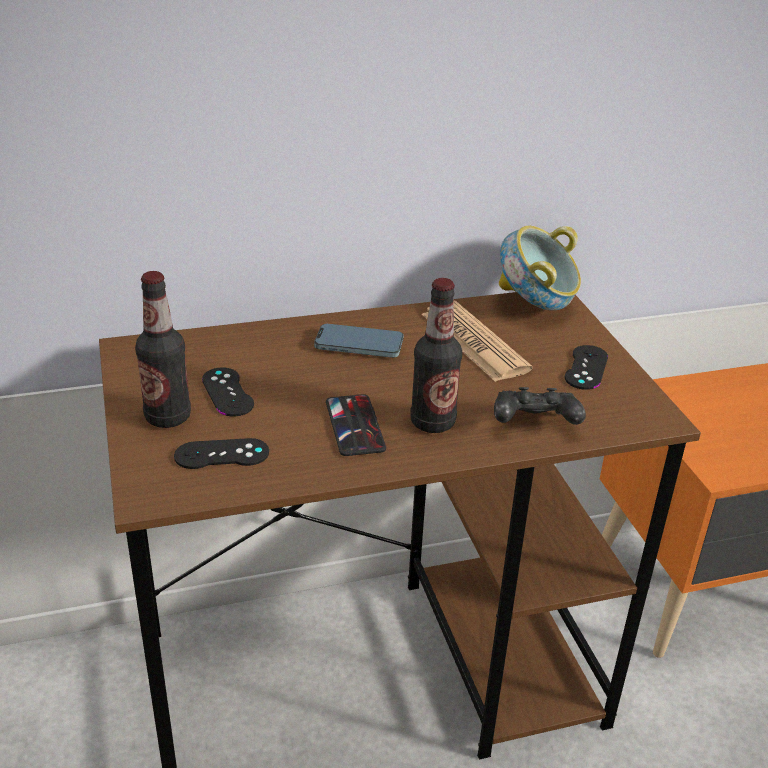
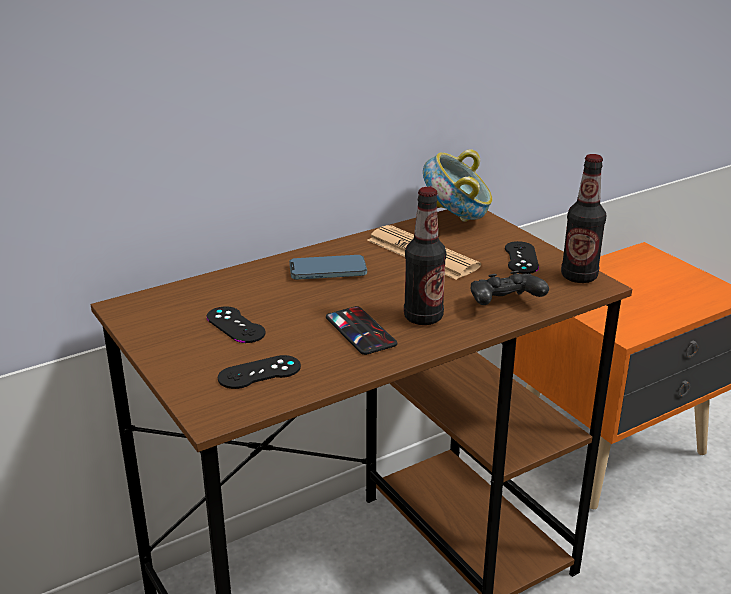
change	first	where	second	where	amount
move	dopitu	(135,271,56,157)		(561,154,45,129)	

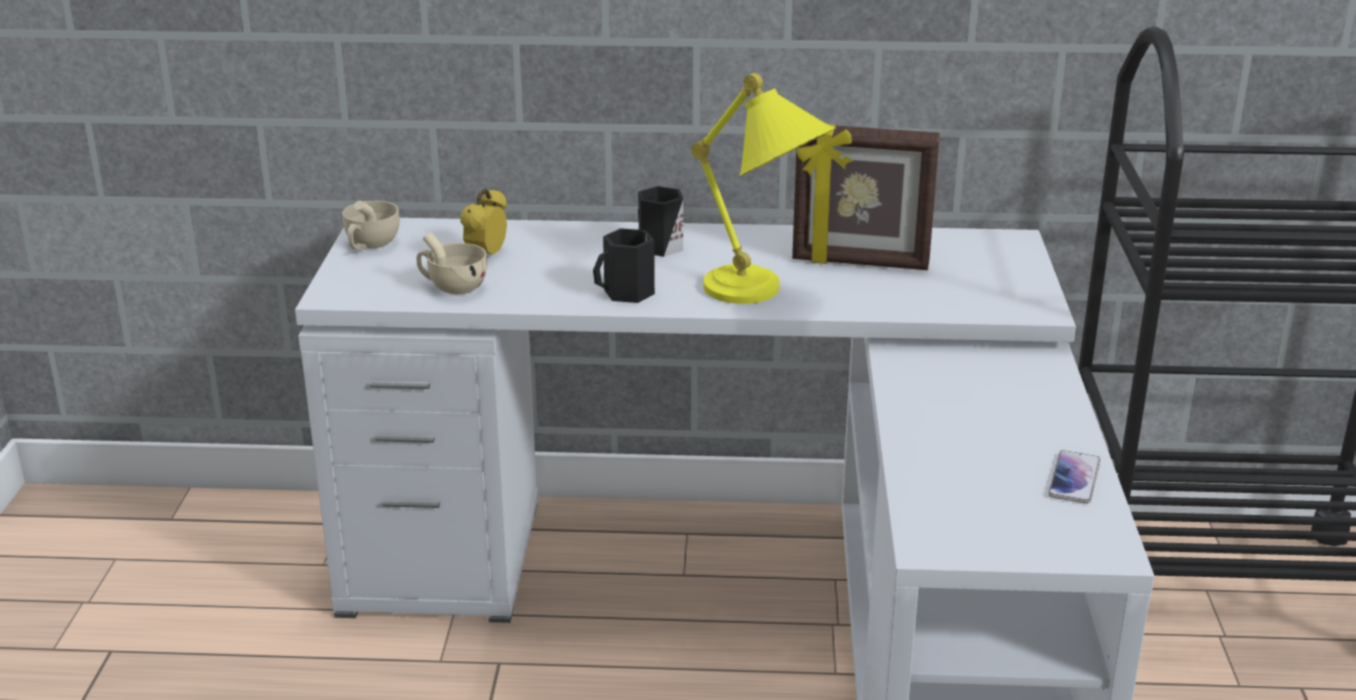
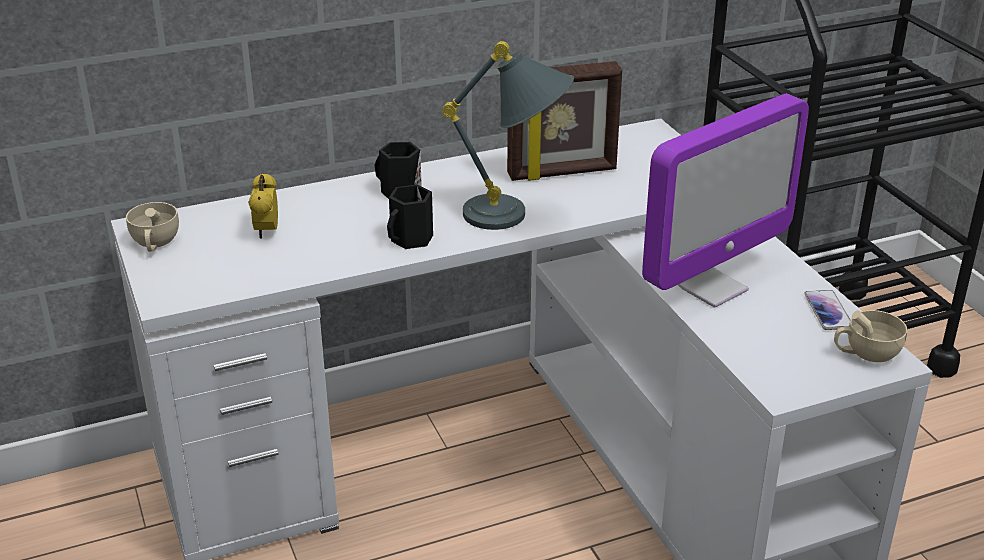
change	first	where	second	where	amount
move	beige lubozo	(417,232,70,62)		(834,310,73,52)	
recolor	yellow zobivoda	(691,73,145,231)	grey zobivoda	(442,41,132,189)	
insert			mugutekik	(642,94,167,214)	

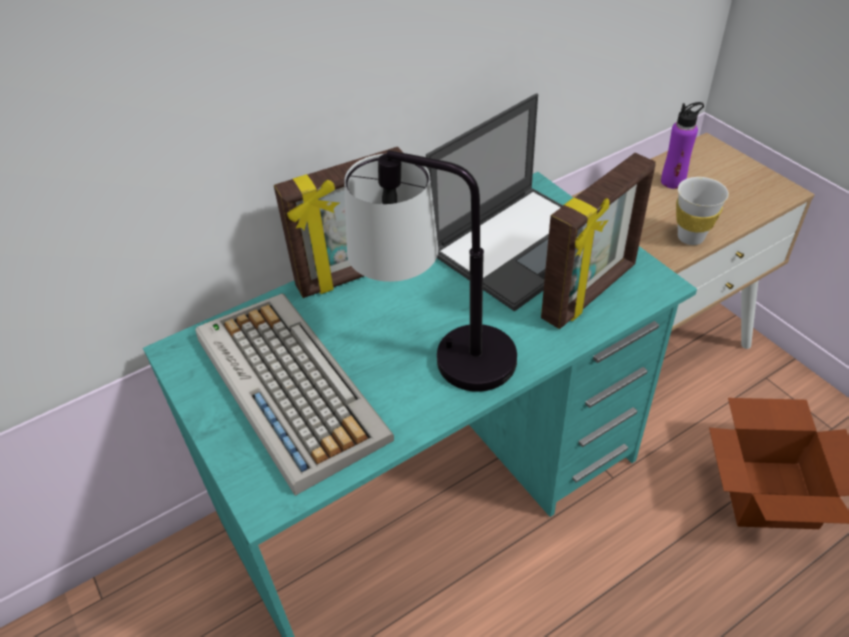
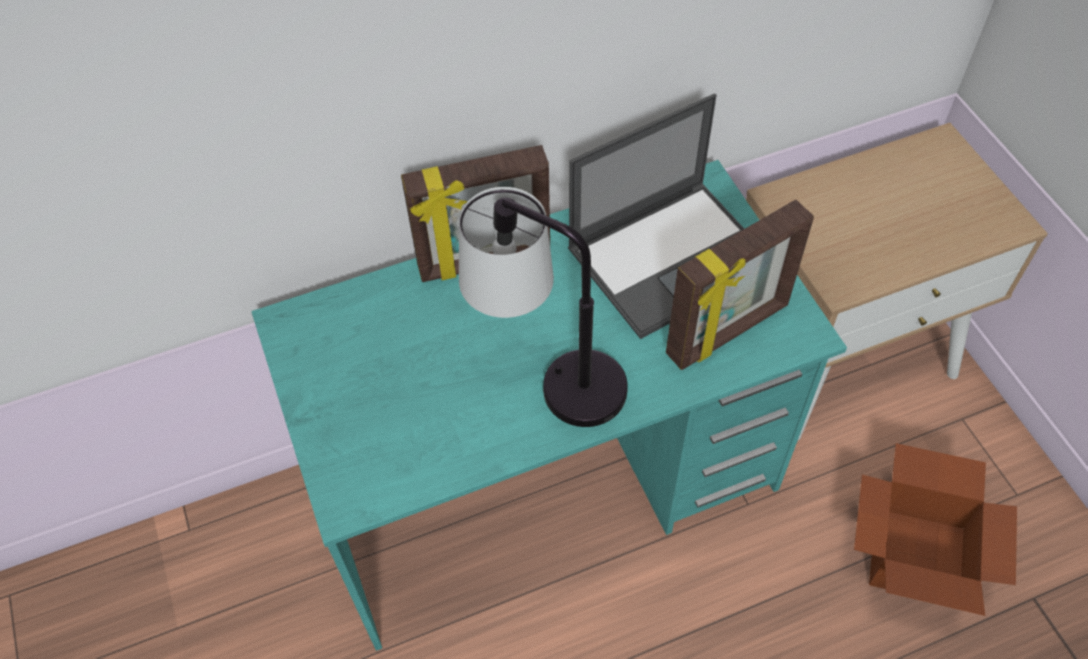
change	first	where	second	where	amount
delete	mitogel	(195,294,199,202)			
delete	purple dopitu	(661,102,43,87)			
delete	white lubozo	(676,177,53,68)			

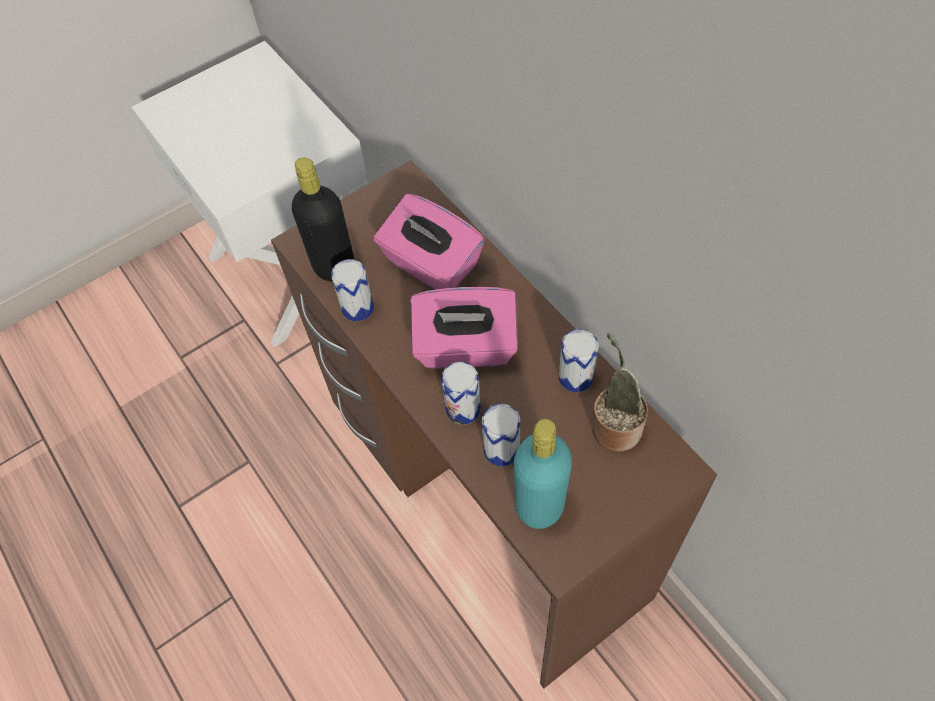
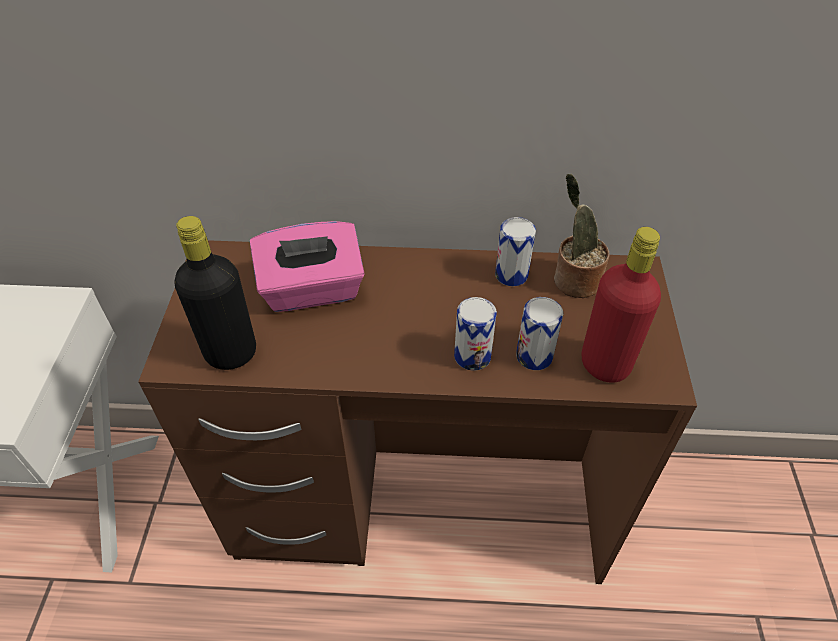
change	first	where	second	where	amount
delete	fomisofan	(331,259,43,62)			
delete	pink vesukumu	(411,287,107,82)			
recolor	turquoise dopitu	(514,419,58,110)	red dopitu	(581,227,80,155)	

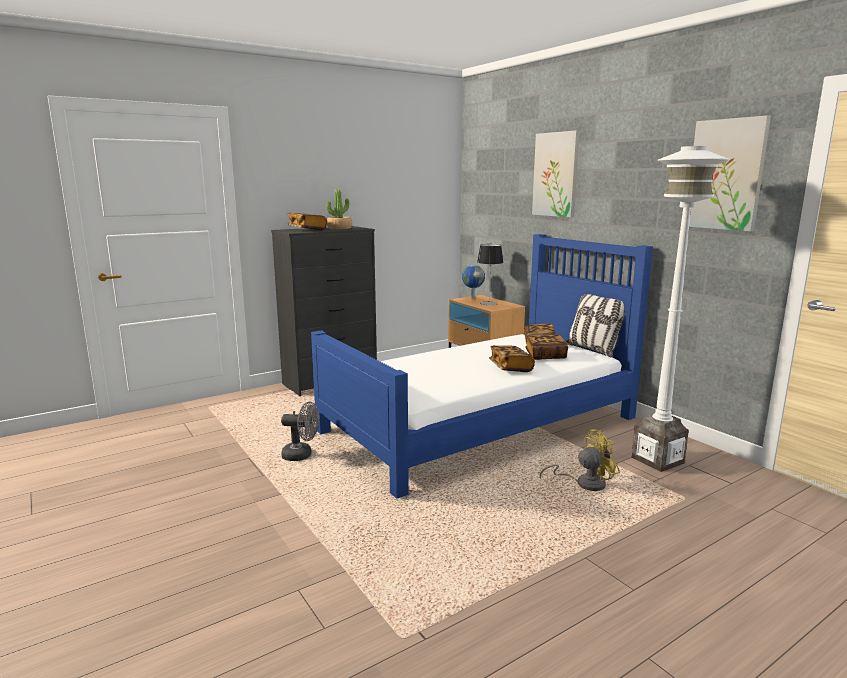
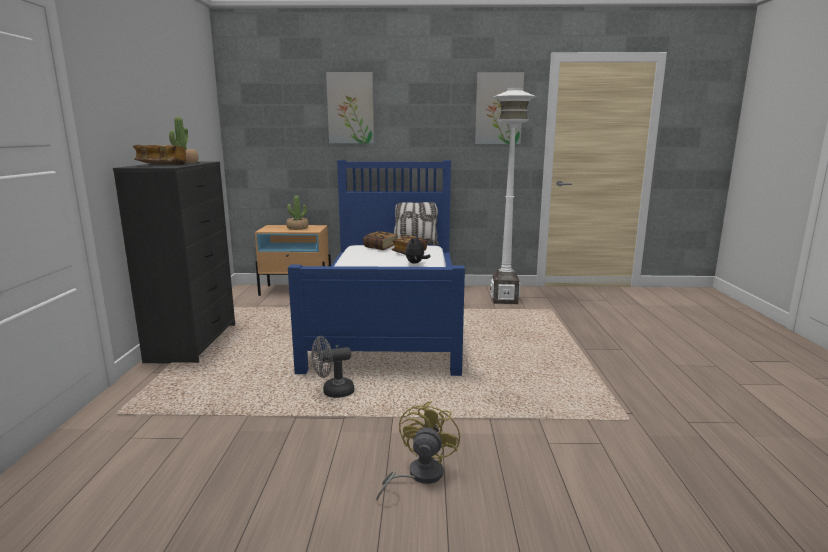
change	first	where	second	where	amount
rotate	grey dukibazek	(281,402,39,59)		(312,336,42,62)	150 degrees counterclockwise
delete	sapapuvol	(462,265,23,34)			
replace	zobivoda	(477,244,26,61)	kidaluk	(286,196,23,34)	
replace	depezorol	(489,345,46,27)	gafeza	(406,236,25,28)	
move	yellow dukibazek	(540,429,80,62)		(376,401,84,101)	

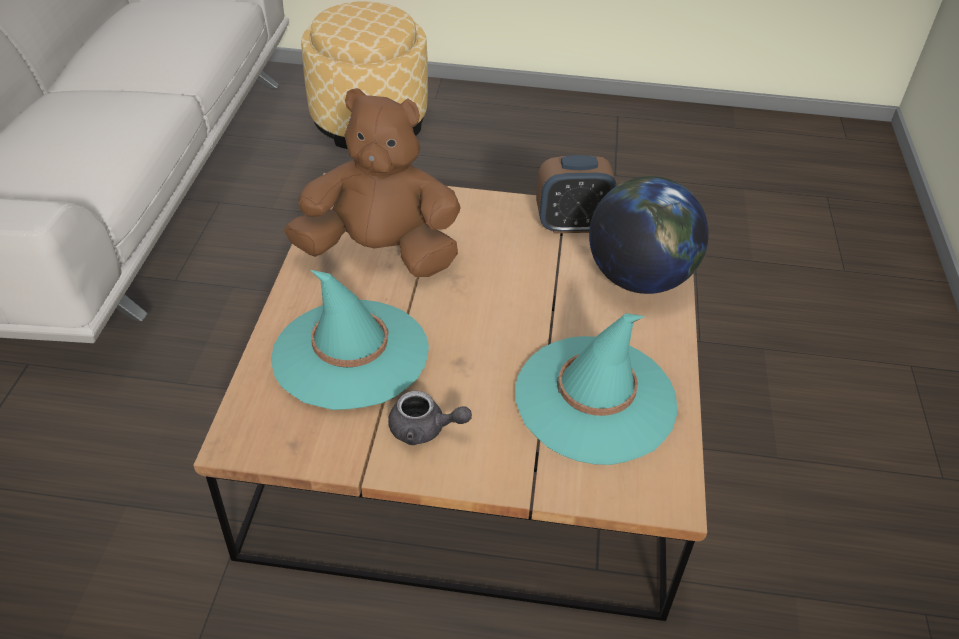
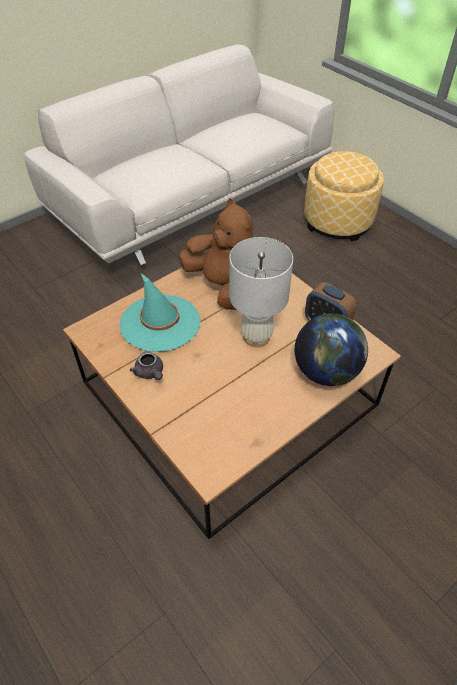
change	first	where	second	where	amount
delete	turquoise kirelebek	(515,313,162,152)			
insert			white zobivoda	(229,237,64,110)	

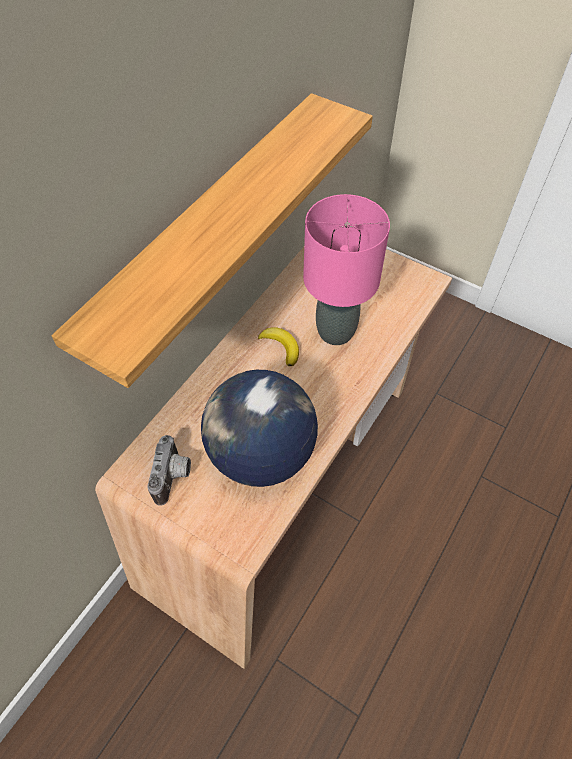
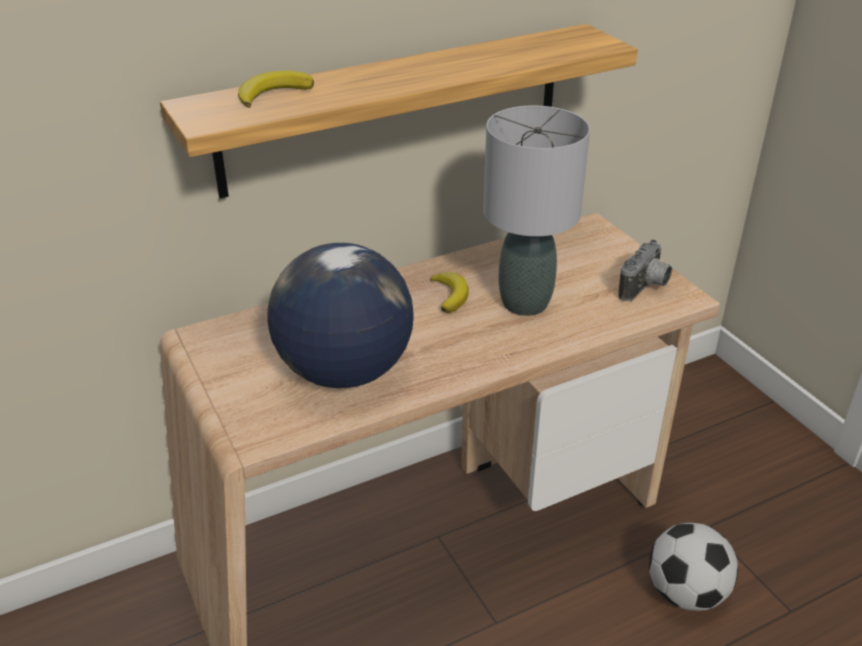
change	first	where	second	where	amount
move	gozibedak	(148,435,43,71)		(618,240,54,61)	
recolor	pink zobivoda	(303,194,87,151)	grey zobivoda	(483,106,107,210)	
insert			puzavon	(238,71,76,37)	
insert			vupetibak	(649,523,89,88)	

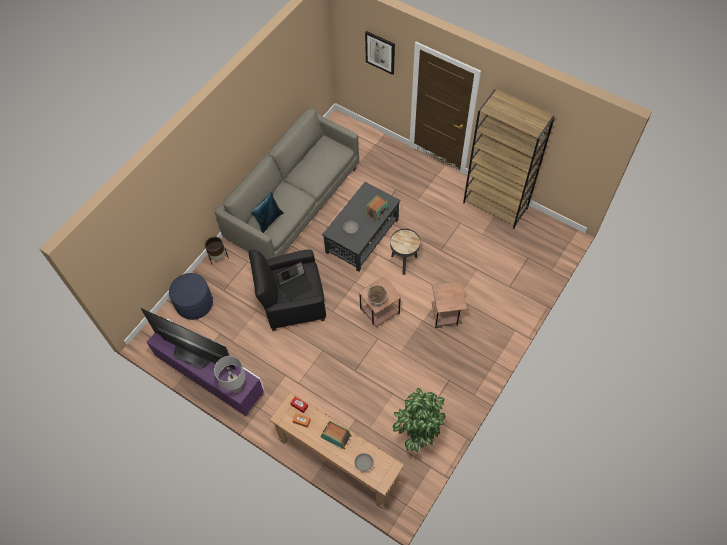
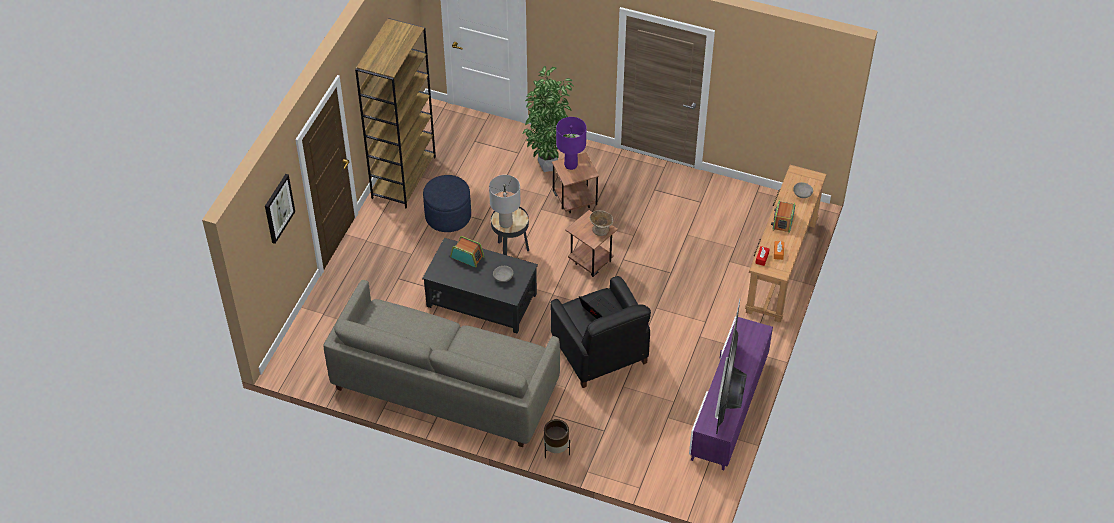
change	first	where	second	where	amount
move	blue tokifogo	(169,273,44,47)		(423,175,48,57)	
move	grey zobivoda	(214,356,32,37)		(489,175,32,53)	
delete	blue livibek	(250,192,33,41)			
move	kidaluk	(392,388,54,64)		(523,66,53,106)	
insert			purple zobivoda	(556,117,30,53)	

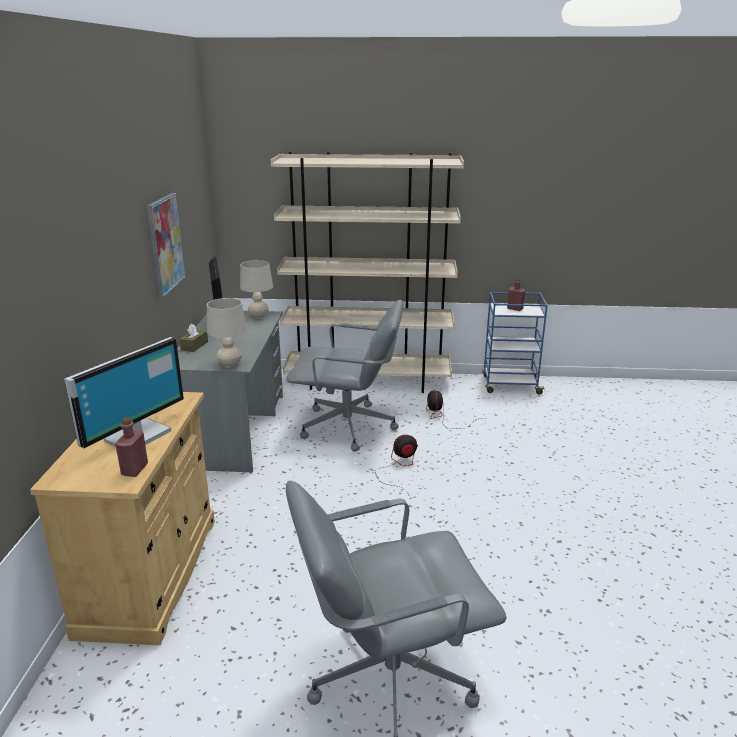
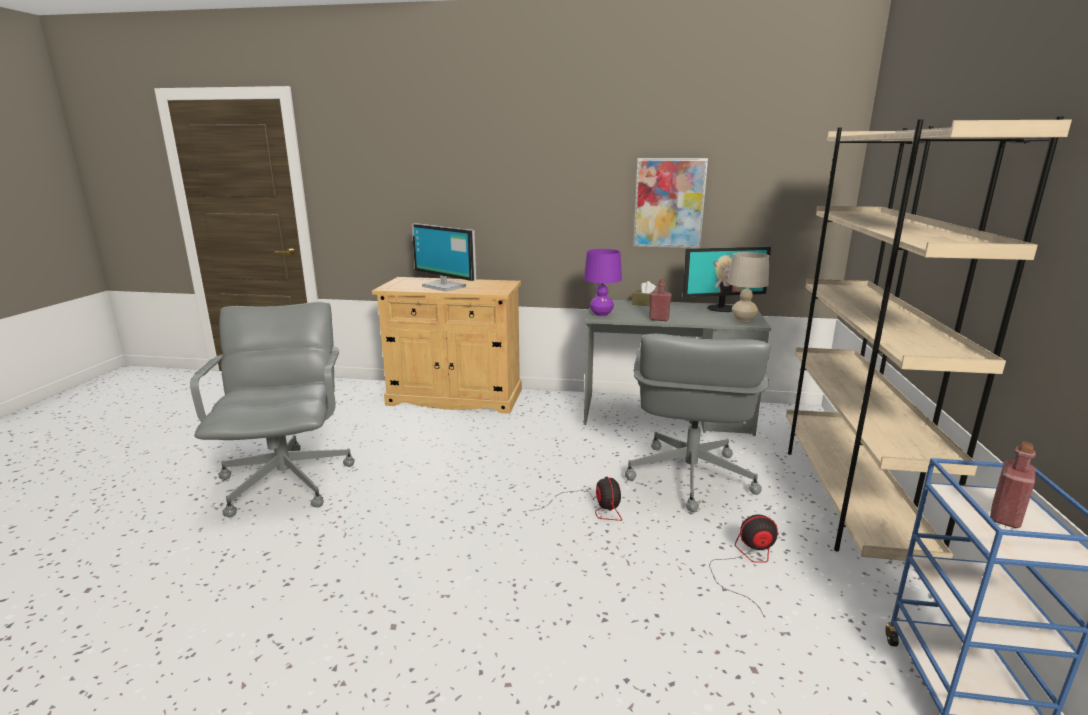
change	first	where	second	where	amount
move	red dopitu	(115,417,33,60)		(649,279,23,42)	
recolor	beige zobivoda	(207,298,40,70)	purple zobivoda	(584,249,38,67)	

